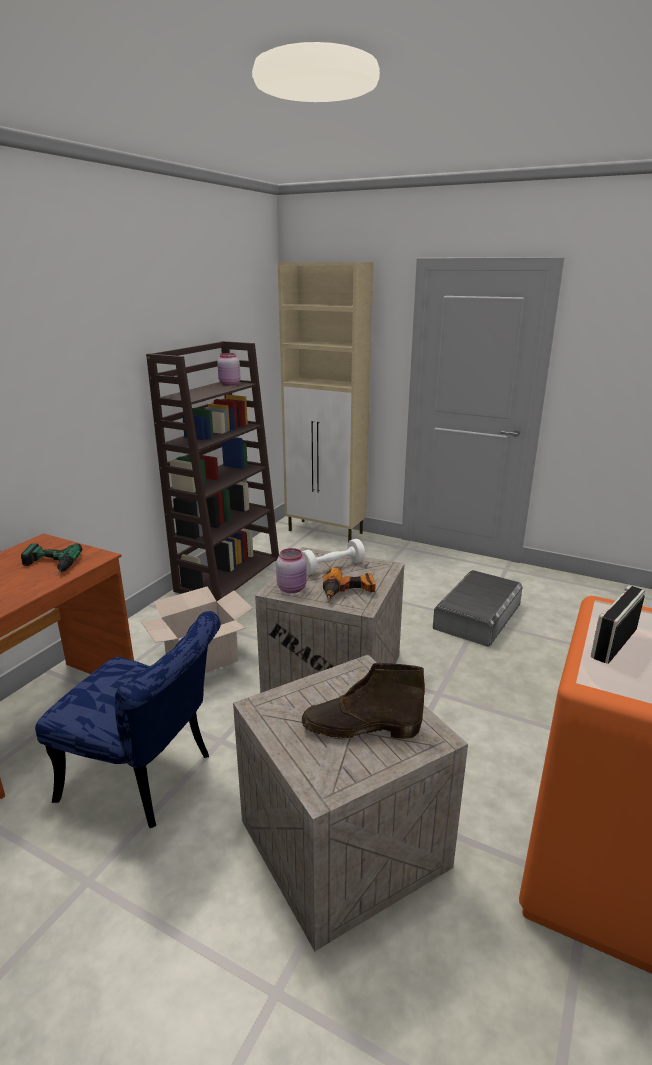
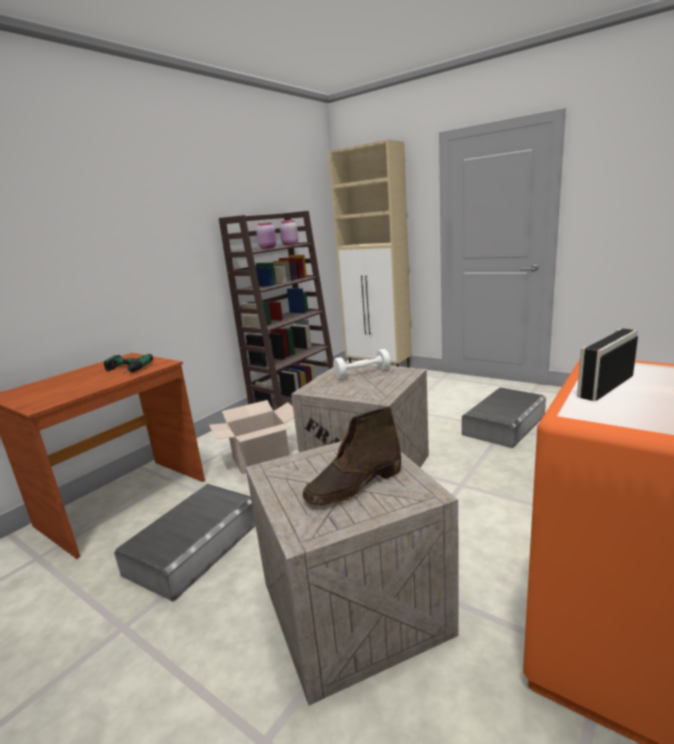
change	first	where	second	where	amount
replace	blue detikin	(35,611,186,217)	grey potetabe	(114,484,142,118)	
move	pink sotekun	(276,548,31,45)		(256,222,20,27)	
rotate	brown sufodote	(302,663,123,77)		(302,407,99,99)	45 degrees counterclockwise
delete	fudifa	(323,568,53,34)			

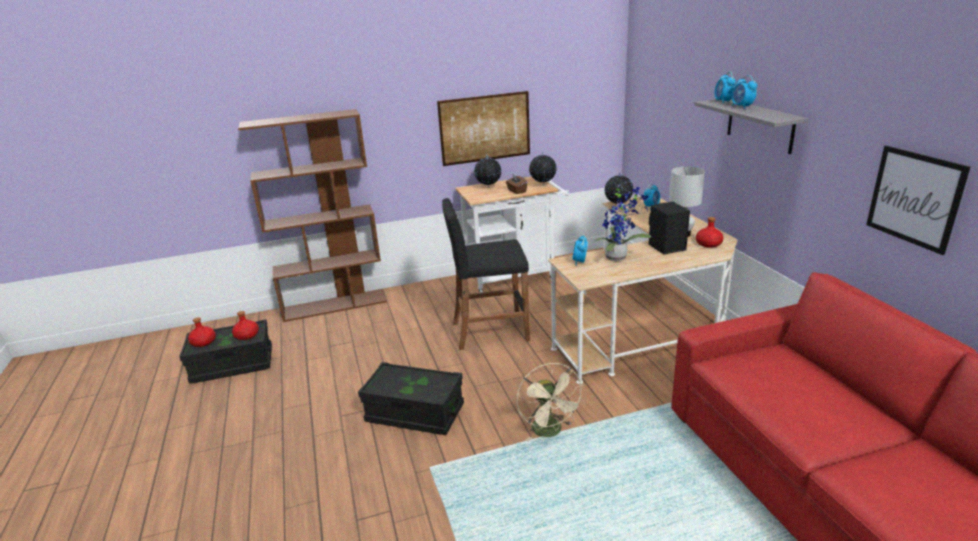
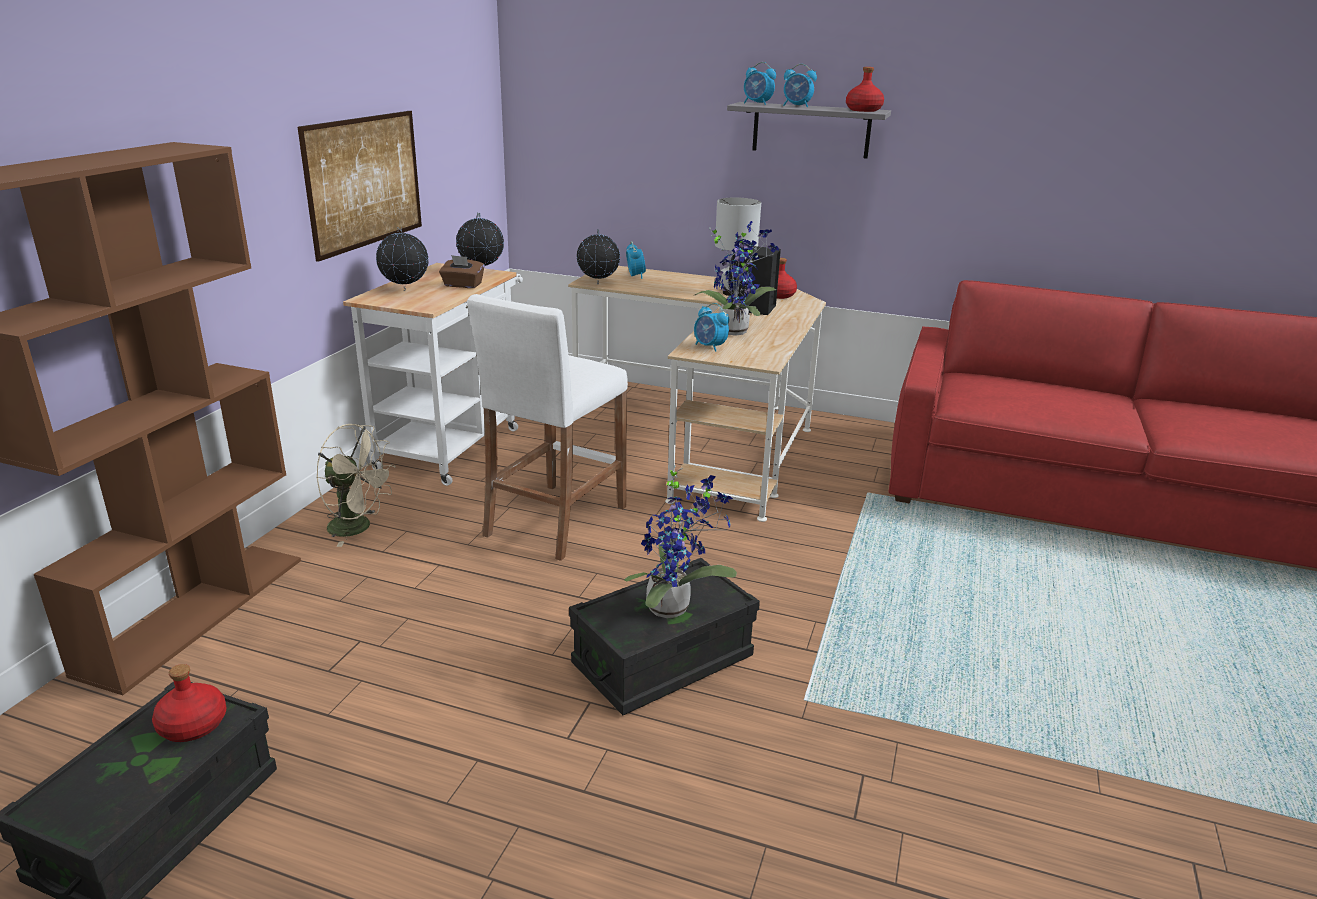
change	first	where	second	where	amount
move	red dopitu	(188,317,28,30)		(846,67,38,45)	
recolor	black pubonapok	(442,198,88,152)	white pubonapok	(467,294,161,267)	
move	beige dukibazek	(517,363,68,78)		(316,424,80,123)	
delete	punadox	(866,145,104,110)			
insert			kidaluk	(624,465,113,153)	

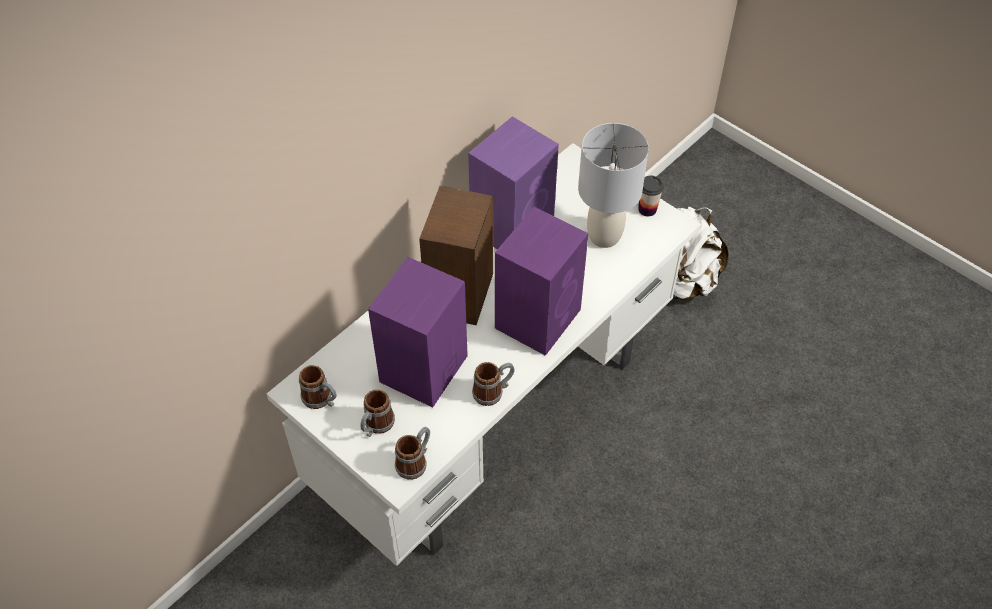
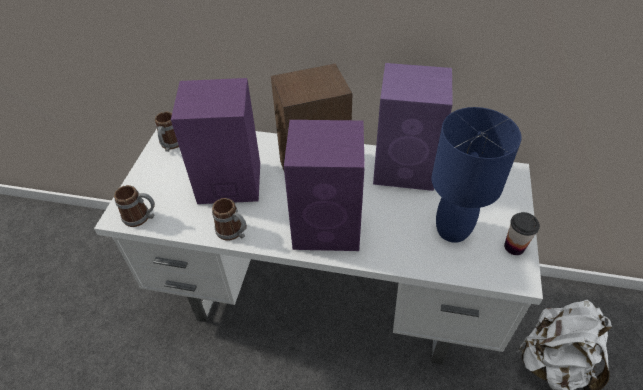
change	first	where	second	where	amount
delete	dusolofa	(360,389,35,48)			
recolor	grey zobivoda	(578,123,71,125)	blue zobivoda	(431,107,90,136)	

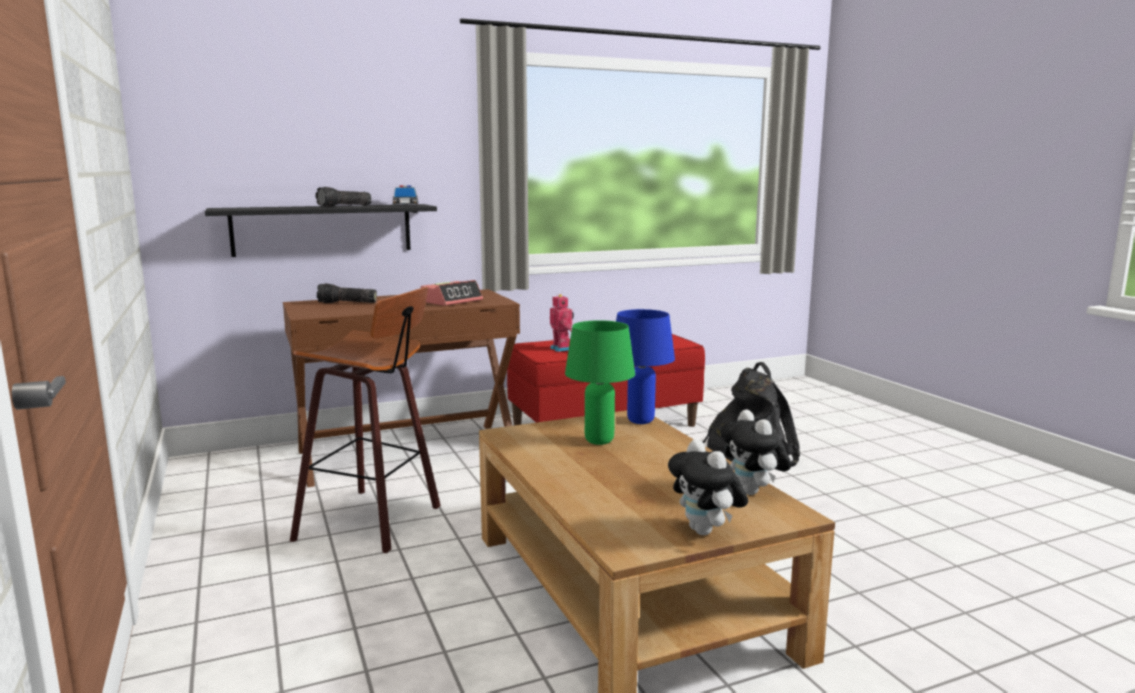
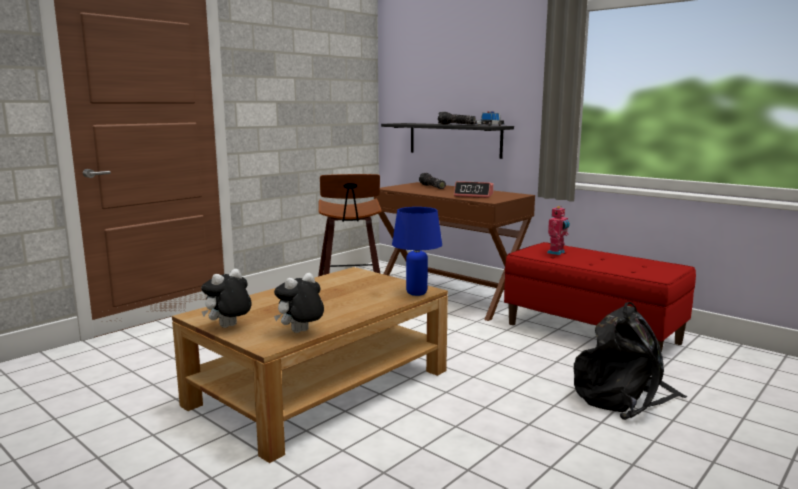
change	first	where	second	where	amount
delete	green zobivoda	(565,320,70,125)			

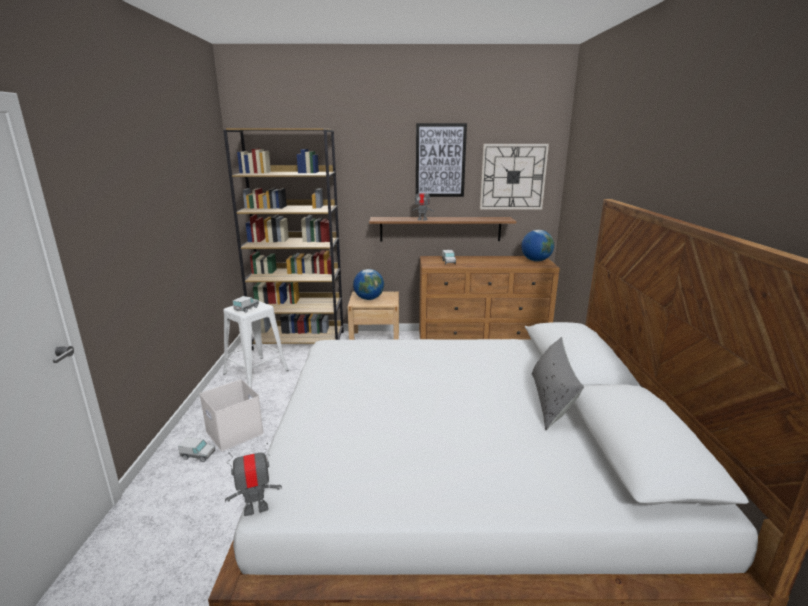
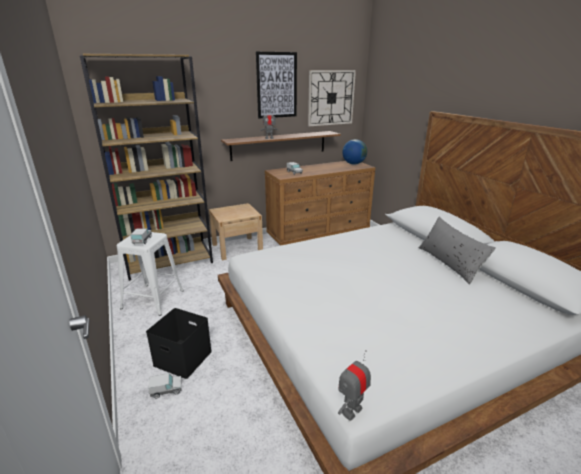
change	first	where	second	where	amount
recolor	white potetabe	(200,380,64,71)	black potetabe	(146,308,66,71)	
delete	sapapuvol	(353,269,31,31)			

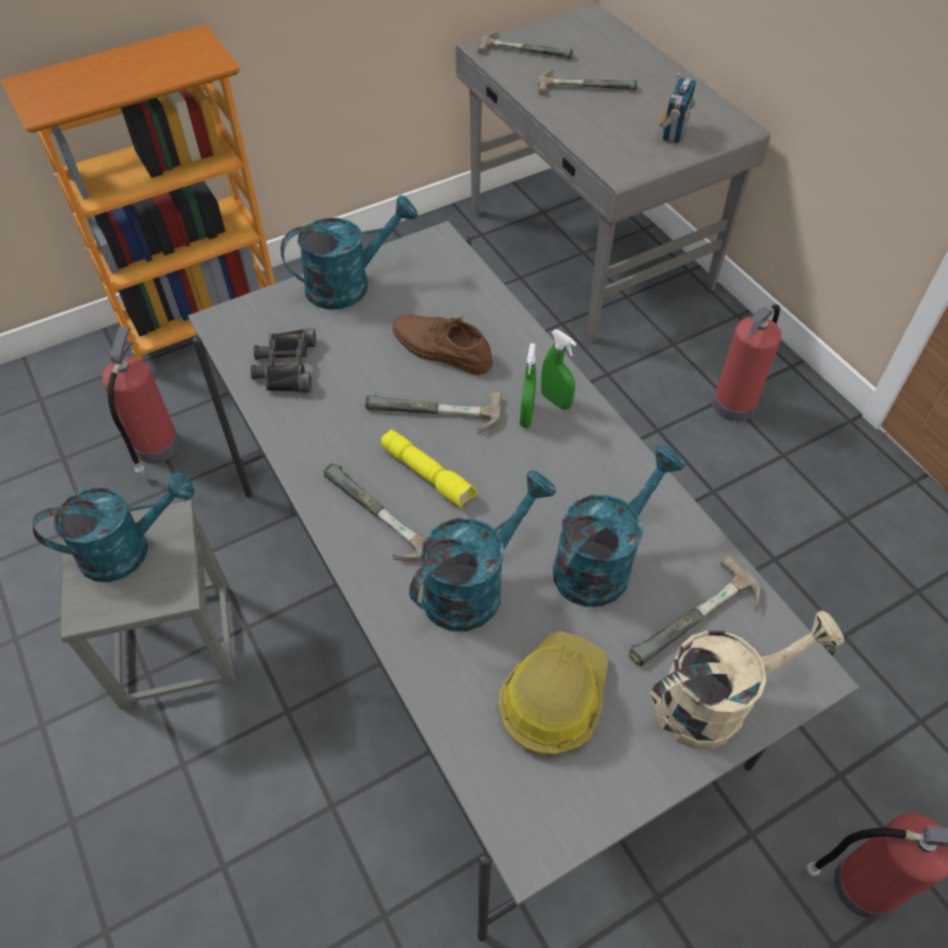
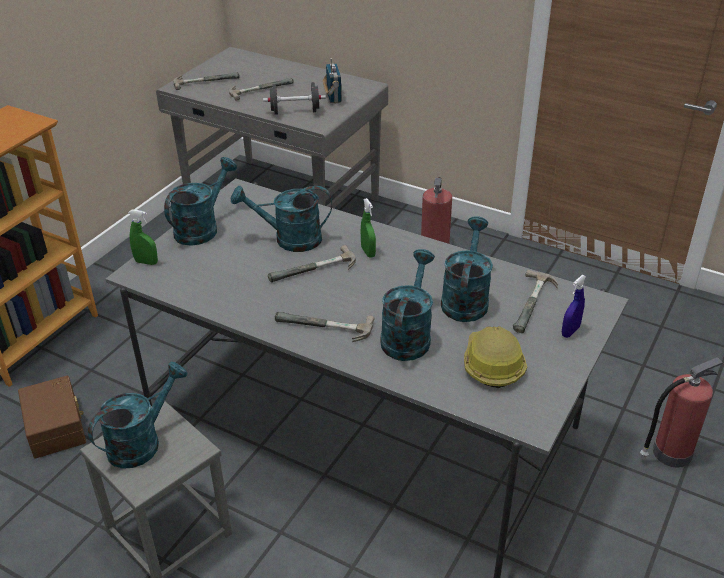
change	first	where	second	where	amount
replace	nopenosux	(102,327,78,149)	brown potetabe	(18,376,68,83)	
delete	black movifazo	(251,328,65,65)			
delete	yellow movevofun	(381,430,96,79)			
replace	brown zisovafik	(393,315,100,60)	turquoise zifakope	(231,186,101,66)	
move	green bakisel	(541,329,36,81)		(128,209,30,56)	
replace	beige zifakope	(649,610,195,139)	blue bakisel	(562,275,24,63)	
insert			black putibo	(263,82,63,33)	

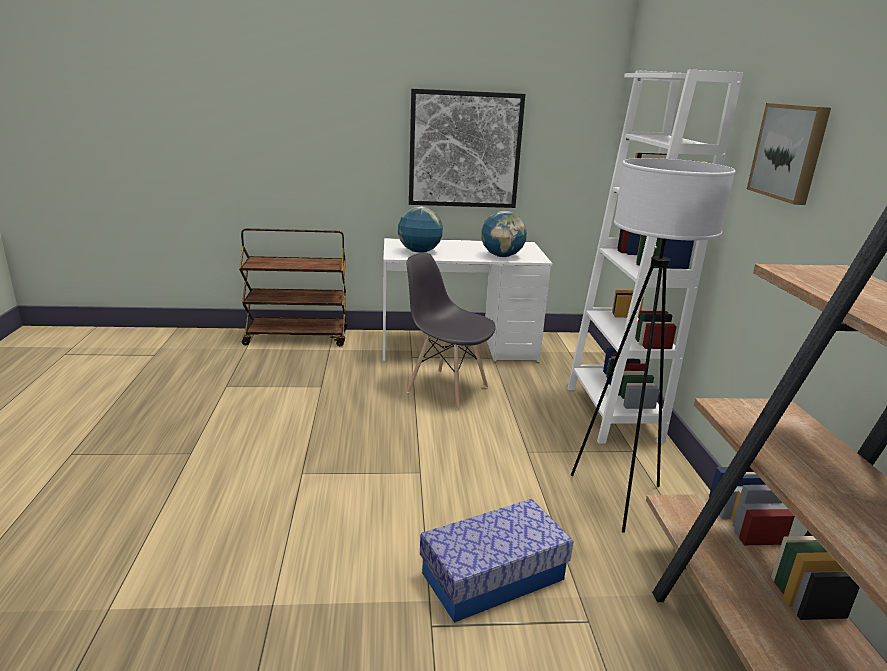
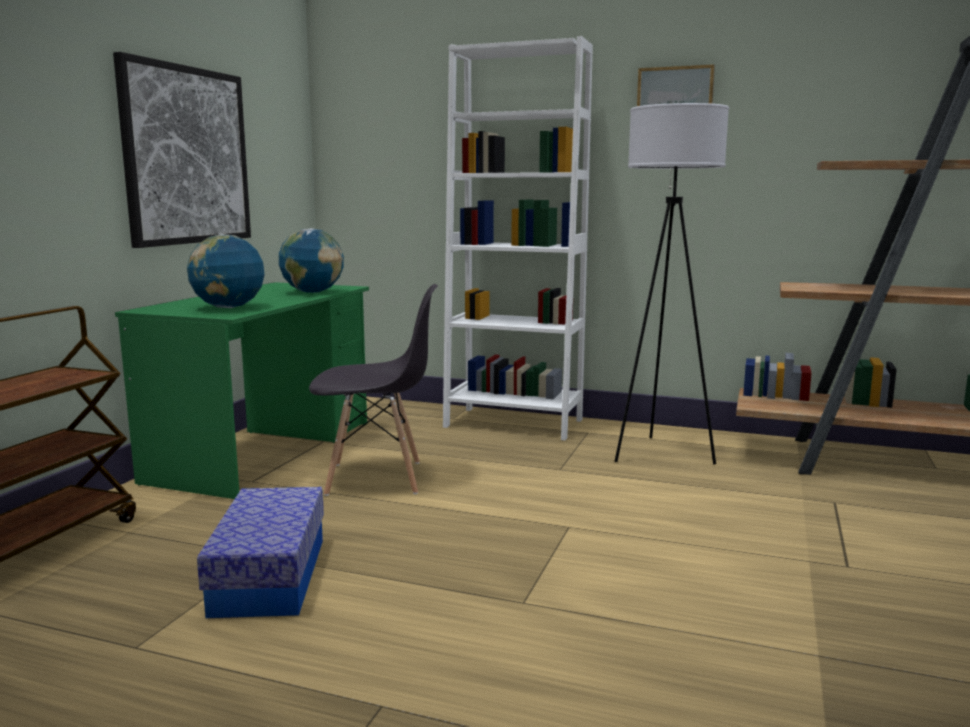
change	first	where	second	where	amount
recolor	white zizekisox	(383,238,169,124)	green zizekisox	(115,282,254,217)	
rotate	grey detikin	(407,252,89,158)		(309,284,129,212)	150 degrees counterclockwise
move	potetabe	(420,499,153,124)		(197,487,127,131)	

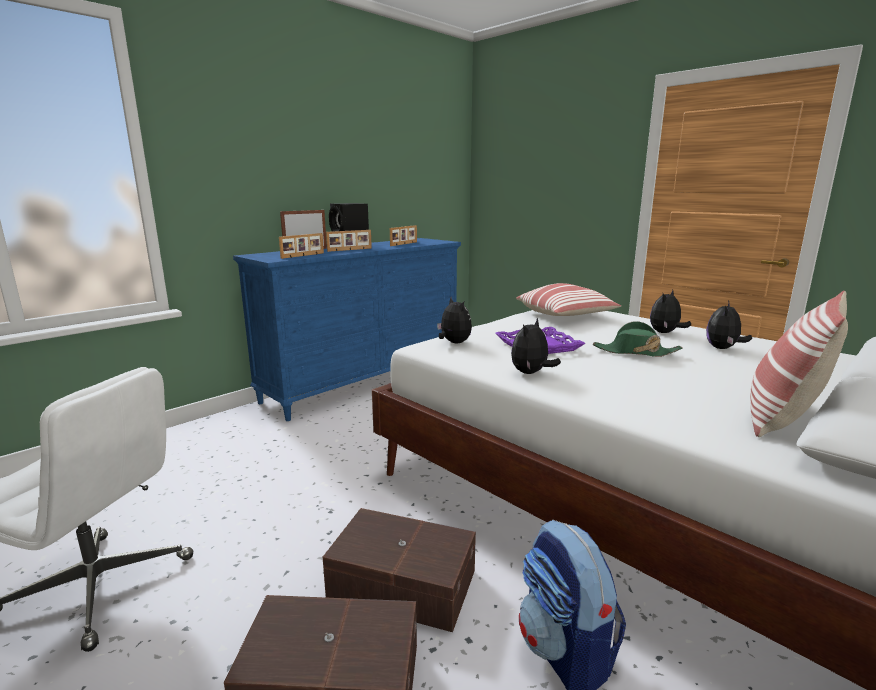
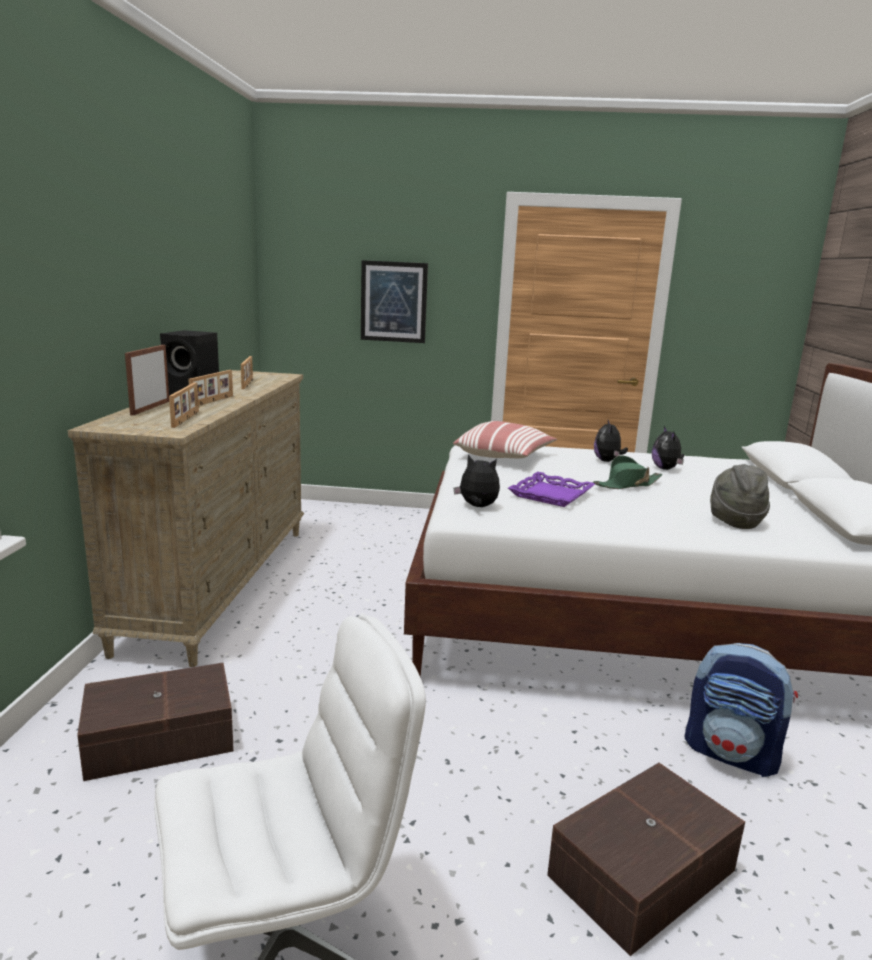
change	first	where	second	where	amount
recolor	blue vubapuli	(233,238,228,183)	beige vubapuli	(68,370,236,297)	
move	brown potetabe	(323,508,153,124)		(77,663,157,118)	
delete	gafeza	(511,318,50,56)			
delete	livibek	(750,291,98,146)			
insert			punadox	(361,260,67,83)	
insert			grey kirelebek	(710,464,60,65)	

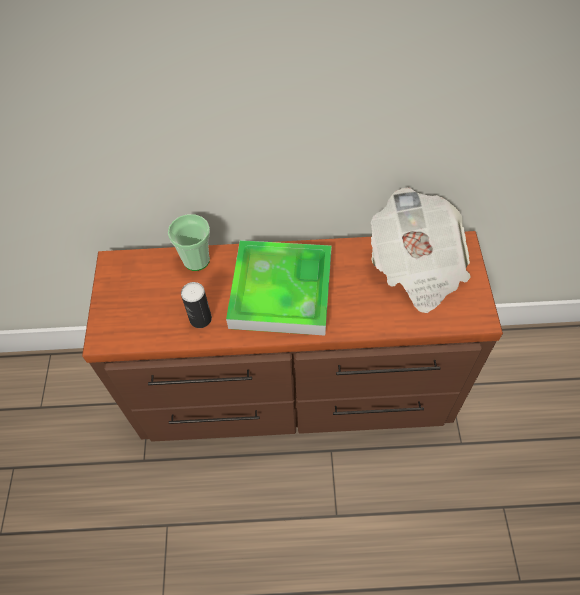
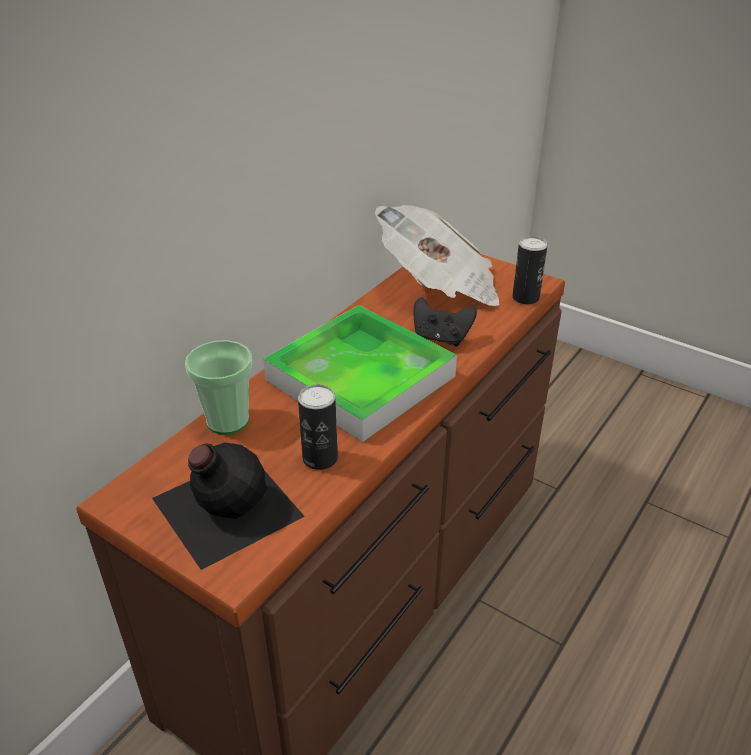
change	first	where	second	where	amount
insert			black dopitu	(152,442,153,128)	
insert			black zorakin	(413,297,64,49)	
insert			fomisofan	(512,236,36,68)	

